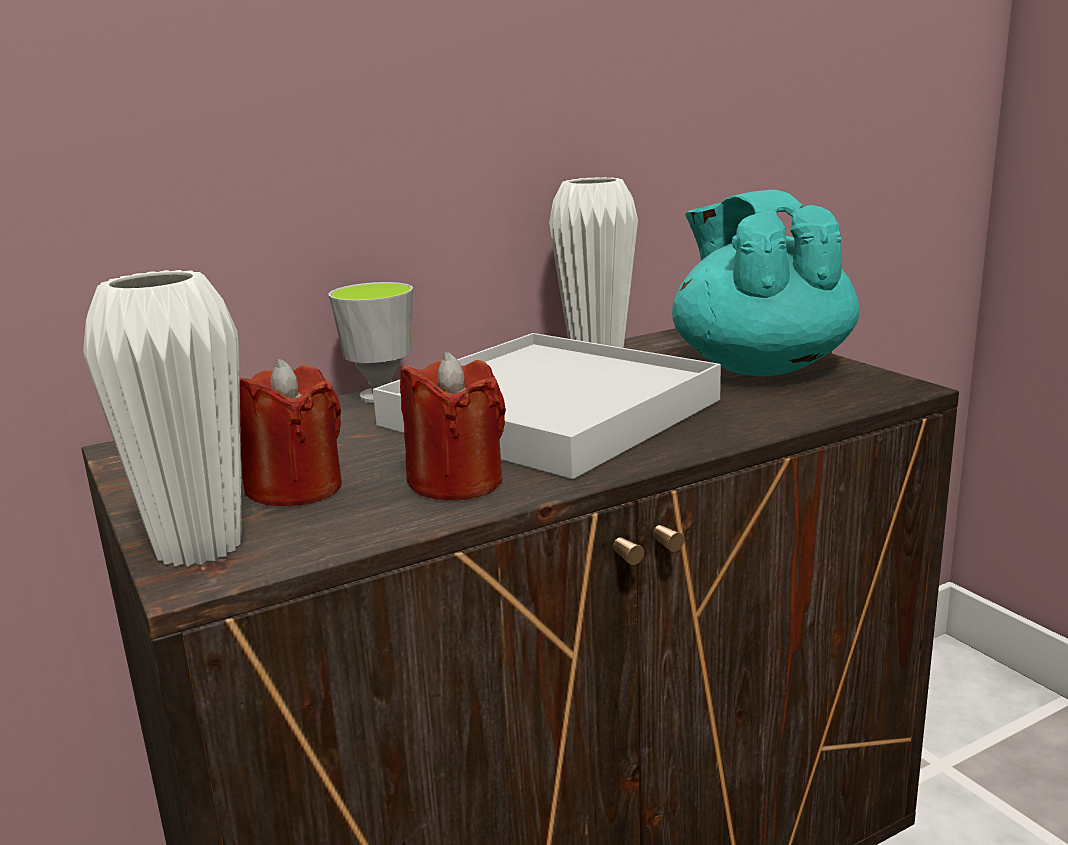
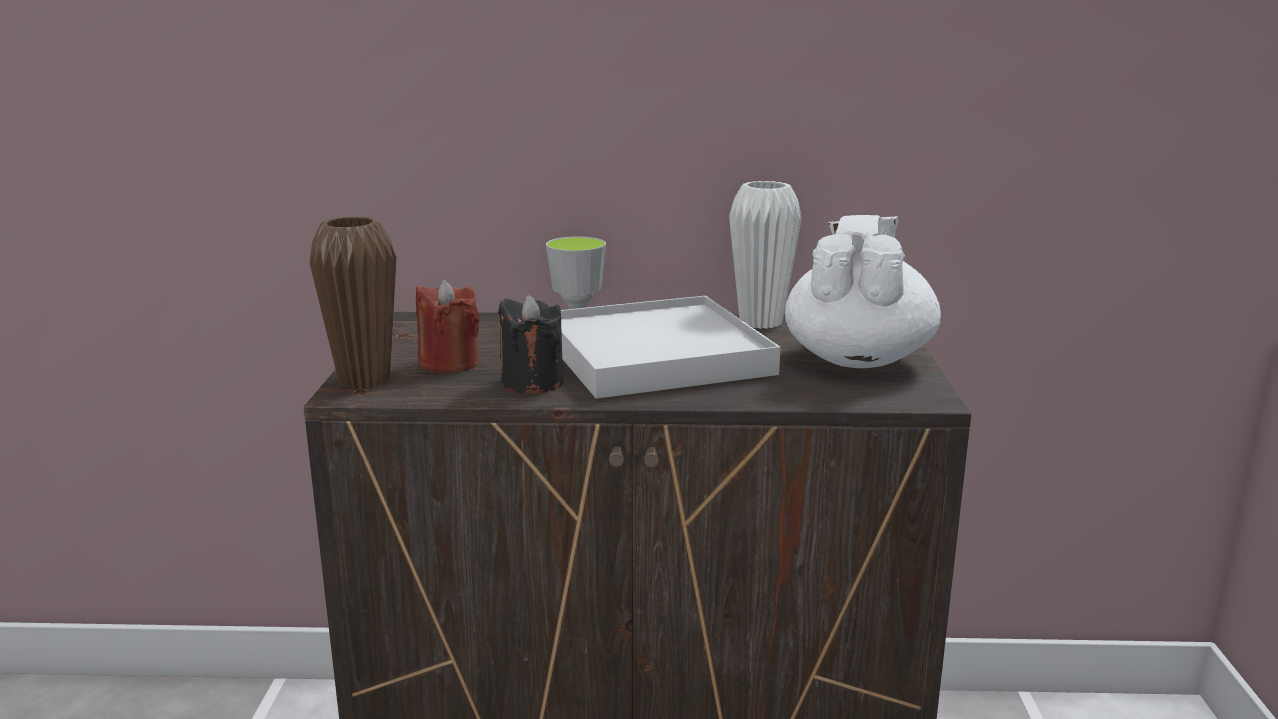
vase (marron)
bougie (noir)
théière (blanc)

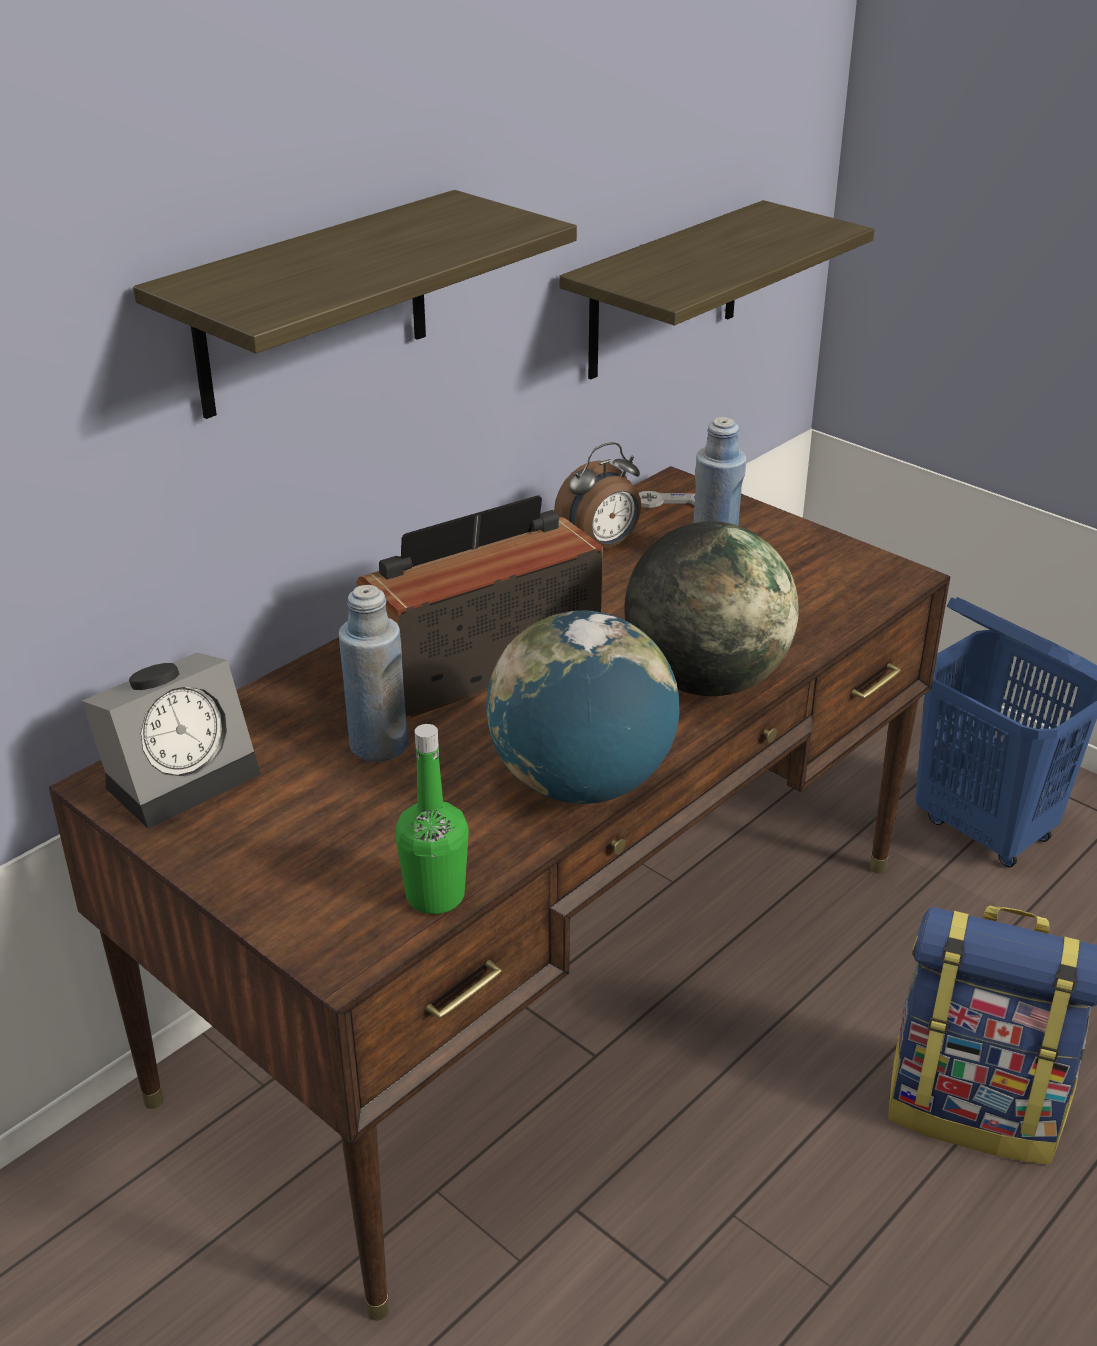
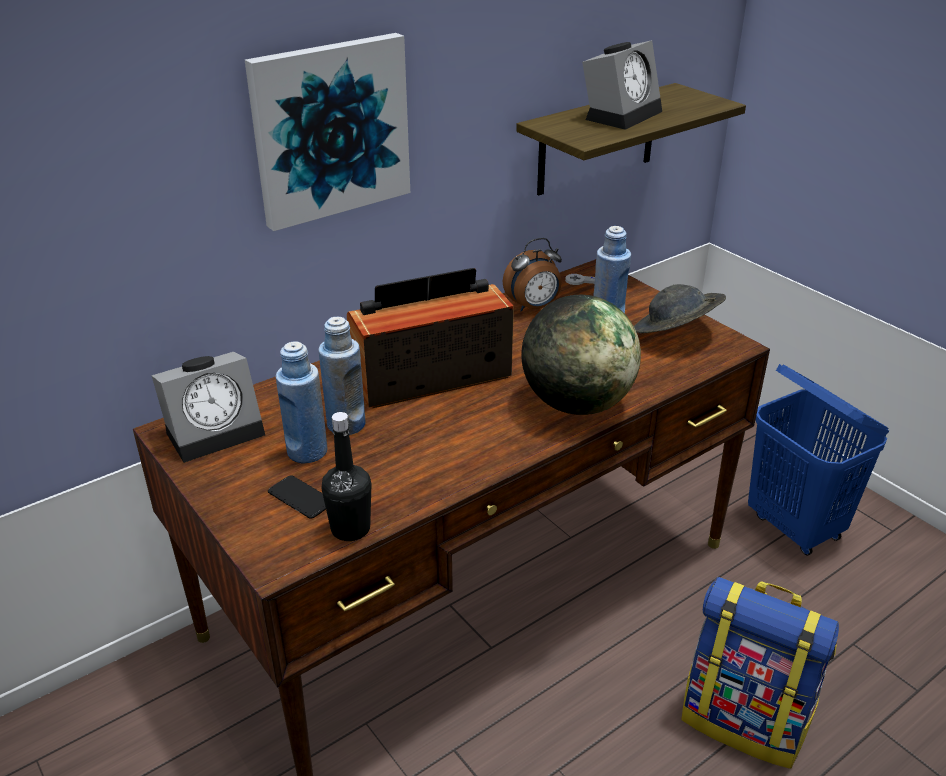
tableau
téléphone
bouteille (bleu) (1st from left)
bouteille (noir)
réveil (3rd from left)
chapeau (gris)
globe (1st from left in the first image)

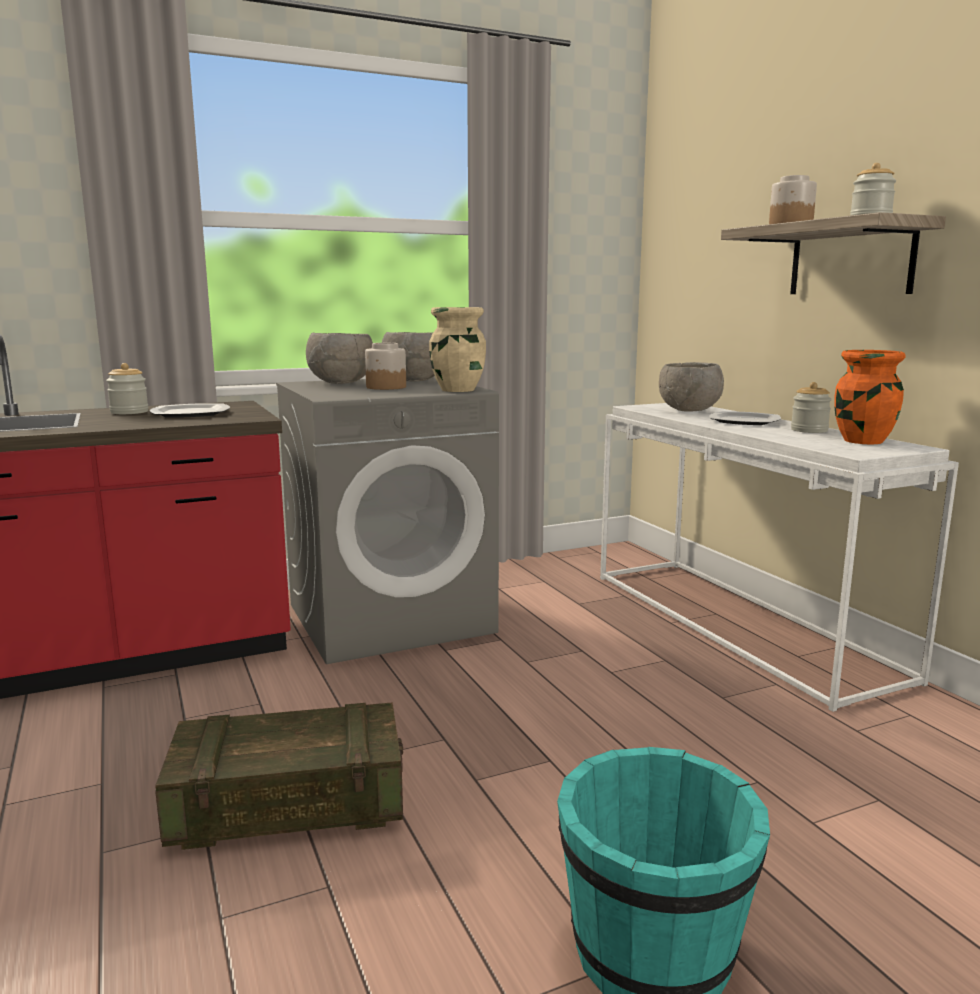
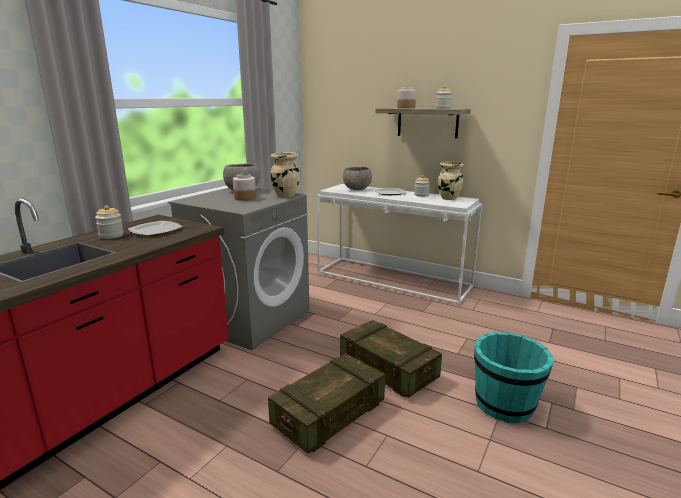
caisse (2nd from left)
vase (beige) (2nd from left)
bol (gris) (1st from left in the first image)

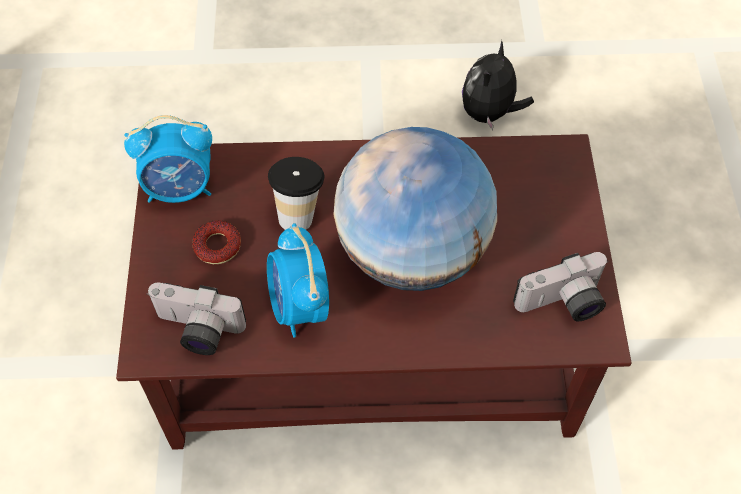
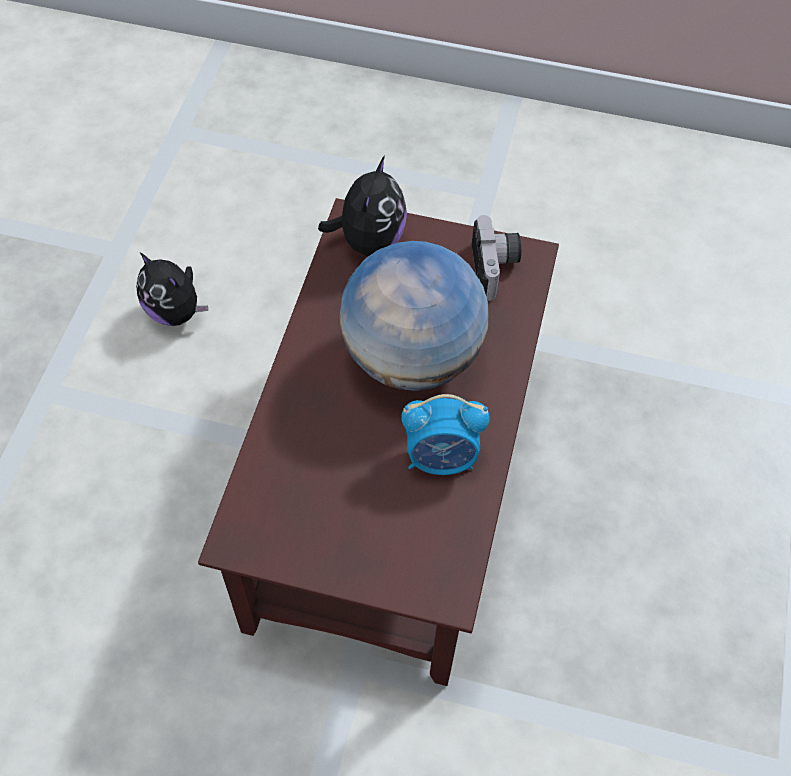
peluche (2nd from left)
réveil (1st from left in the first image)
appareil photo (1st from left in the first image)
beignet
tasse

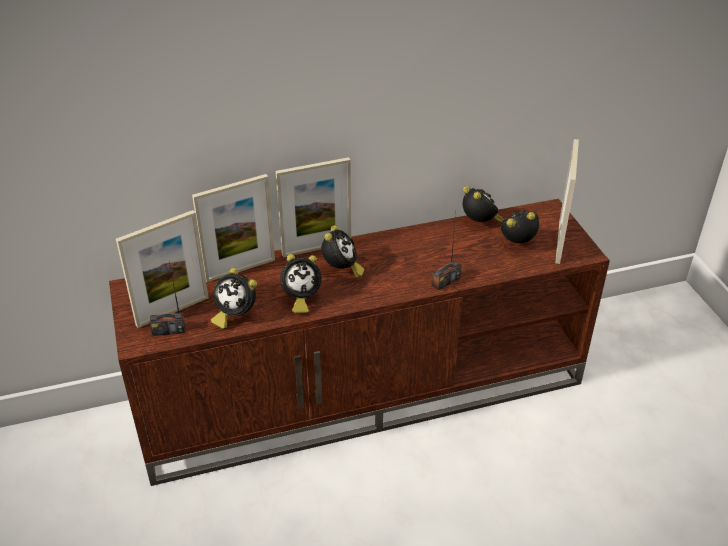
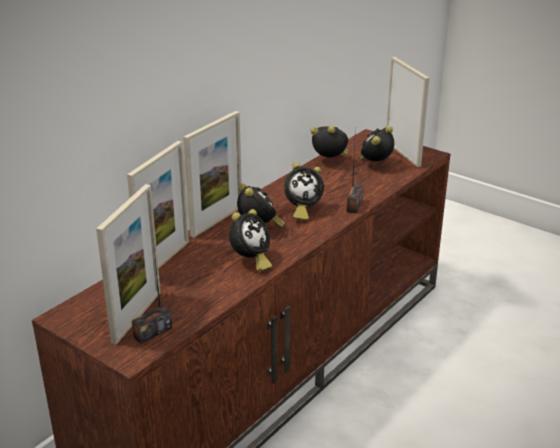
réveil (3rd from left)

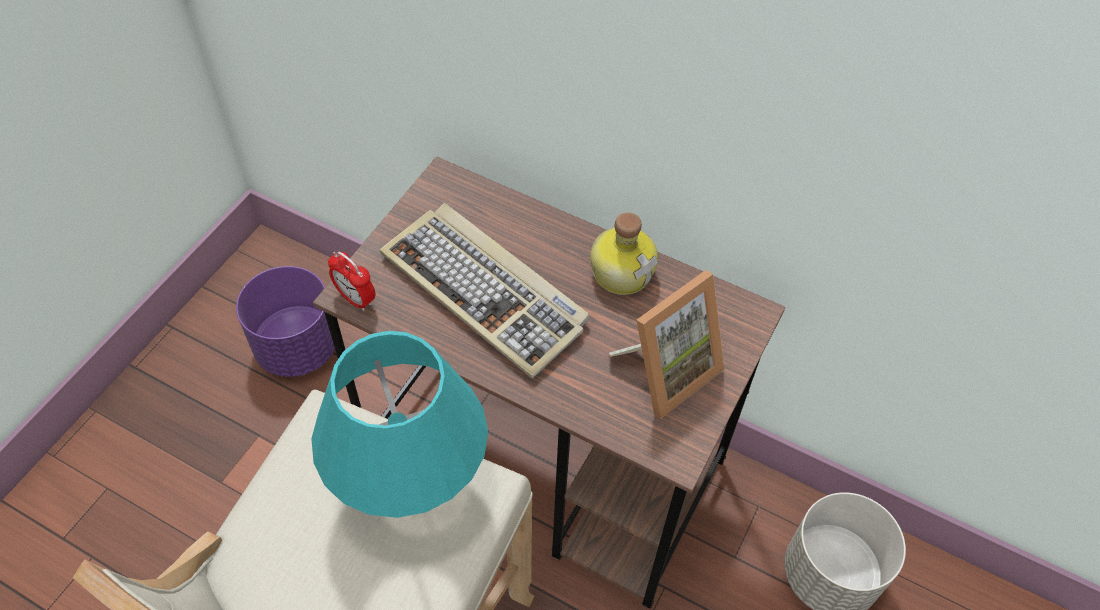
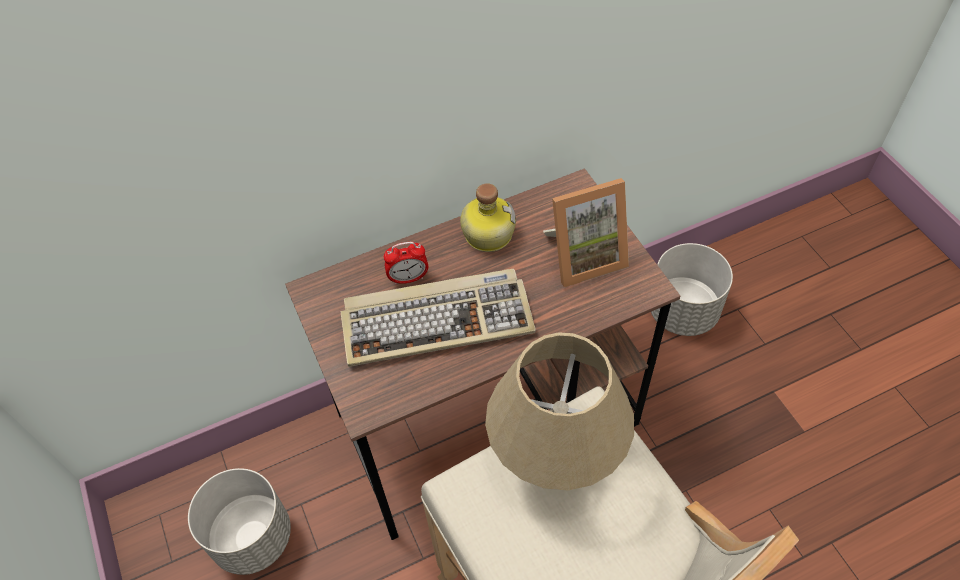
cache-pot (gris) (1st from left)
réveil
lampe de table (beige)
cadre photo

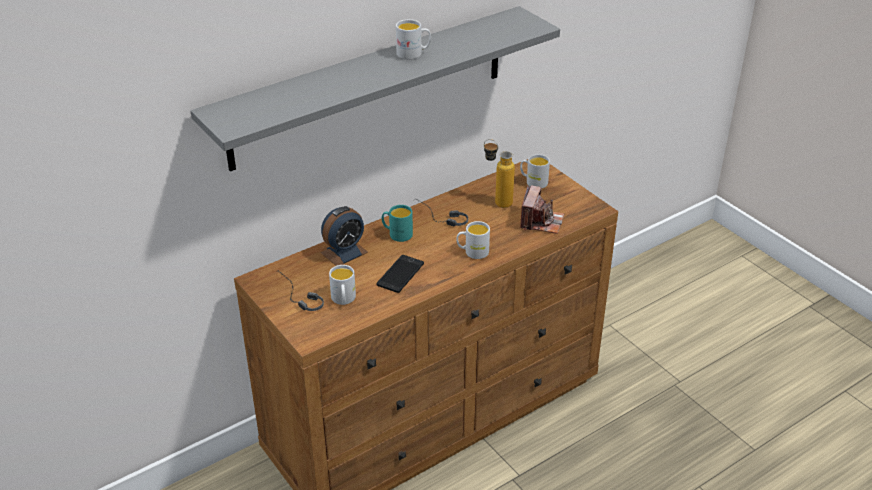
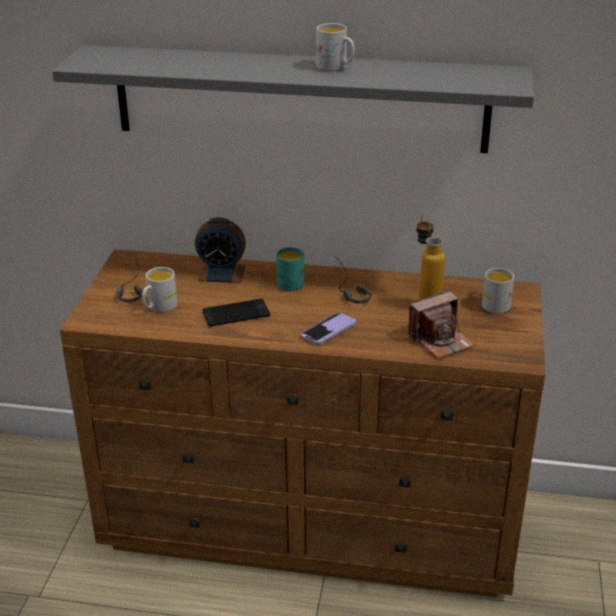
téléphone (2nd from left)

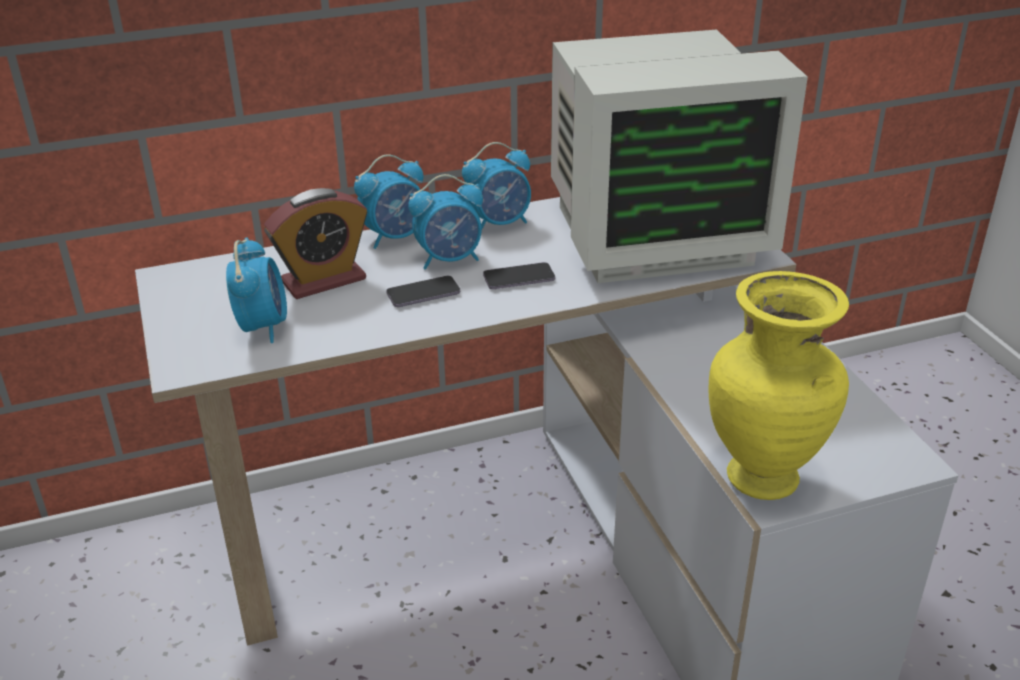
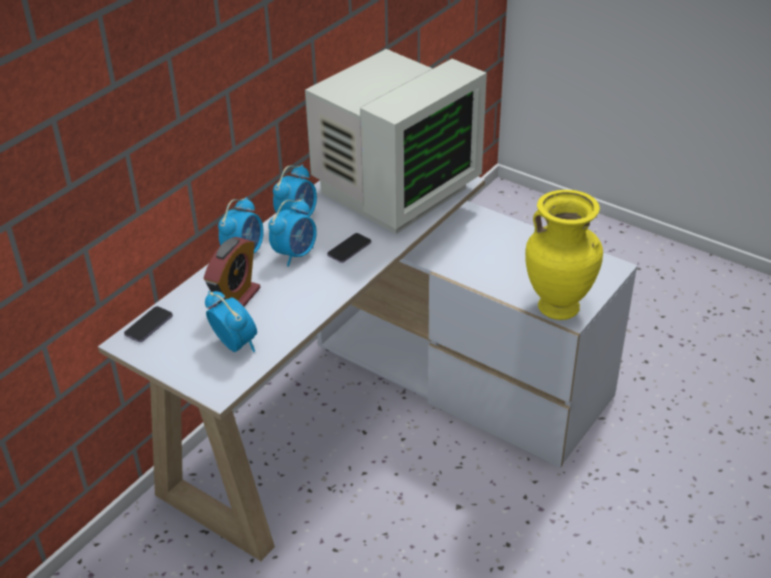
téléphone (1st from left)

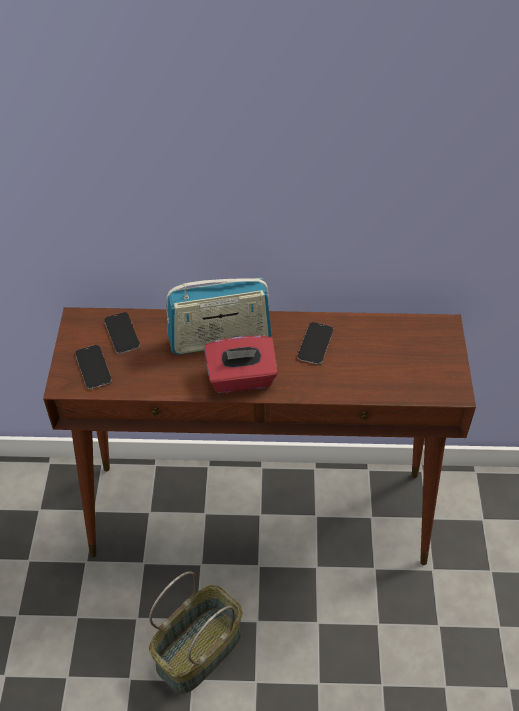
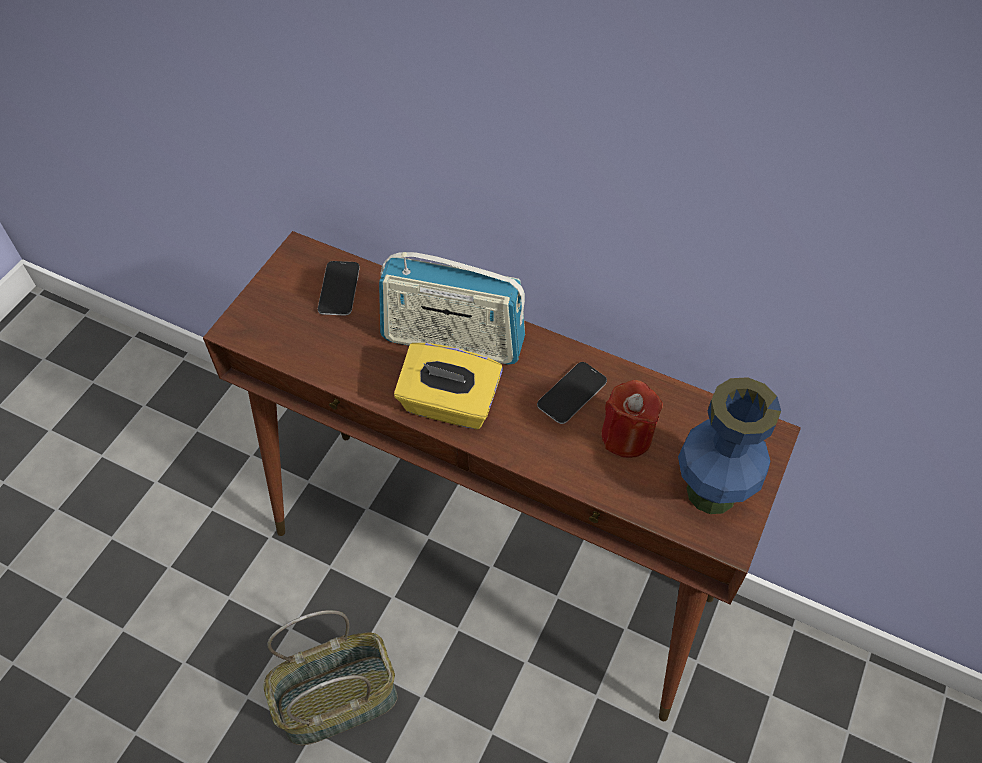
boîte à mouchoirs (jaune)
bougie (rouge)
vase (bleu)
téléphone (1st from left in the first image)

